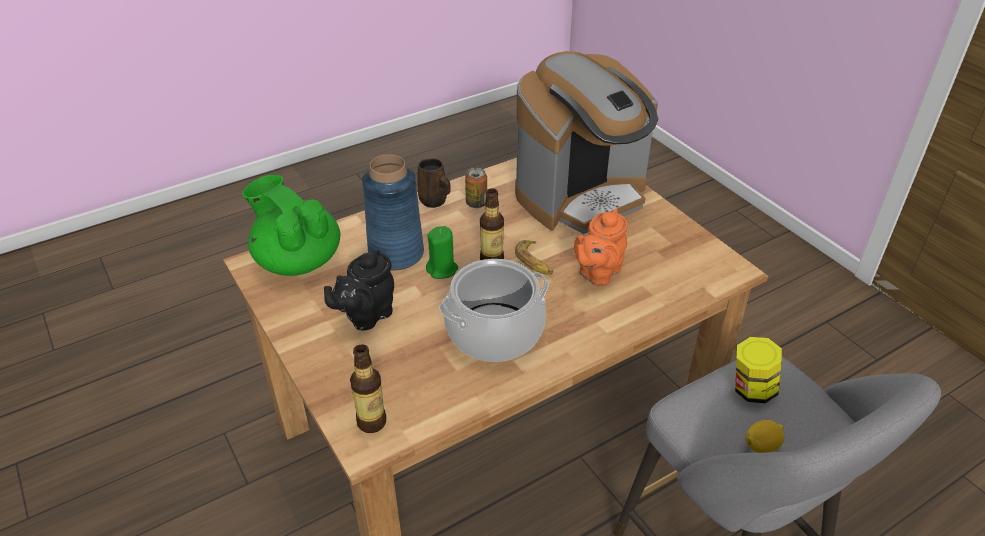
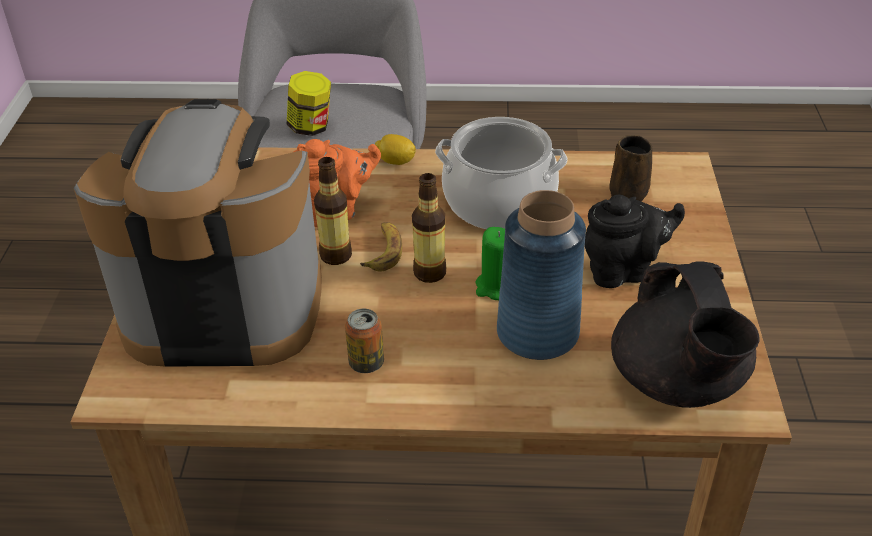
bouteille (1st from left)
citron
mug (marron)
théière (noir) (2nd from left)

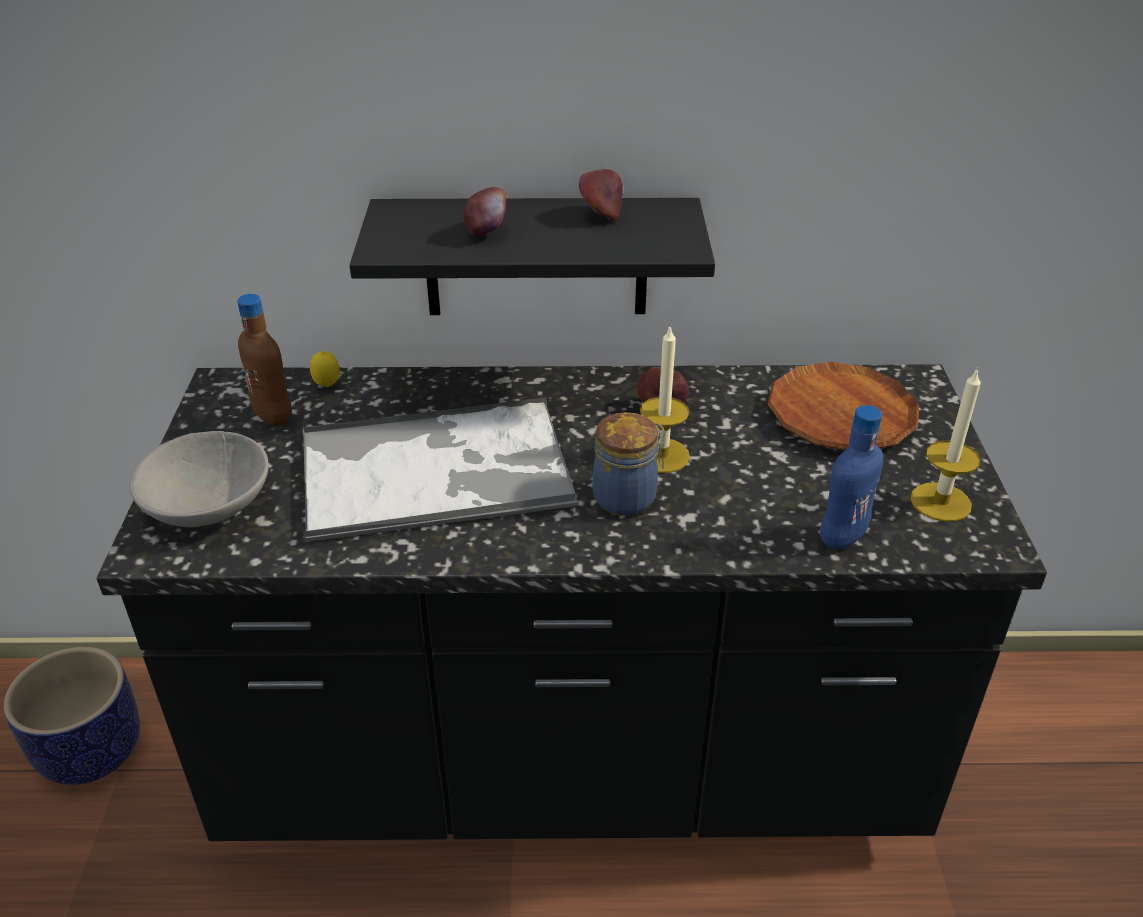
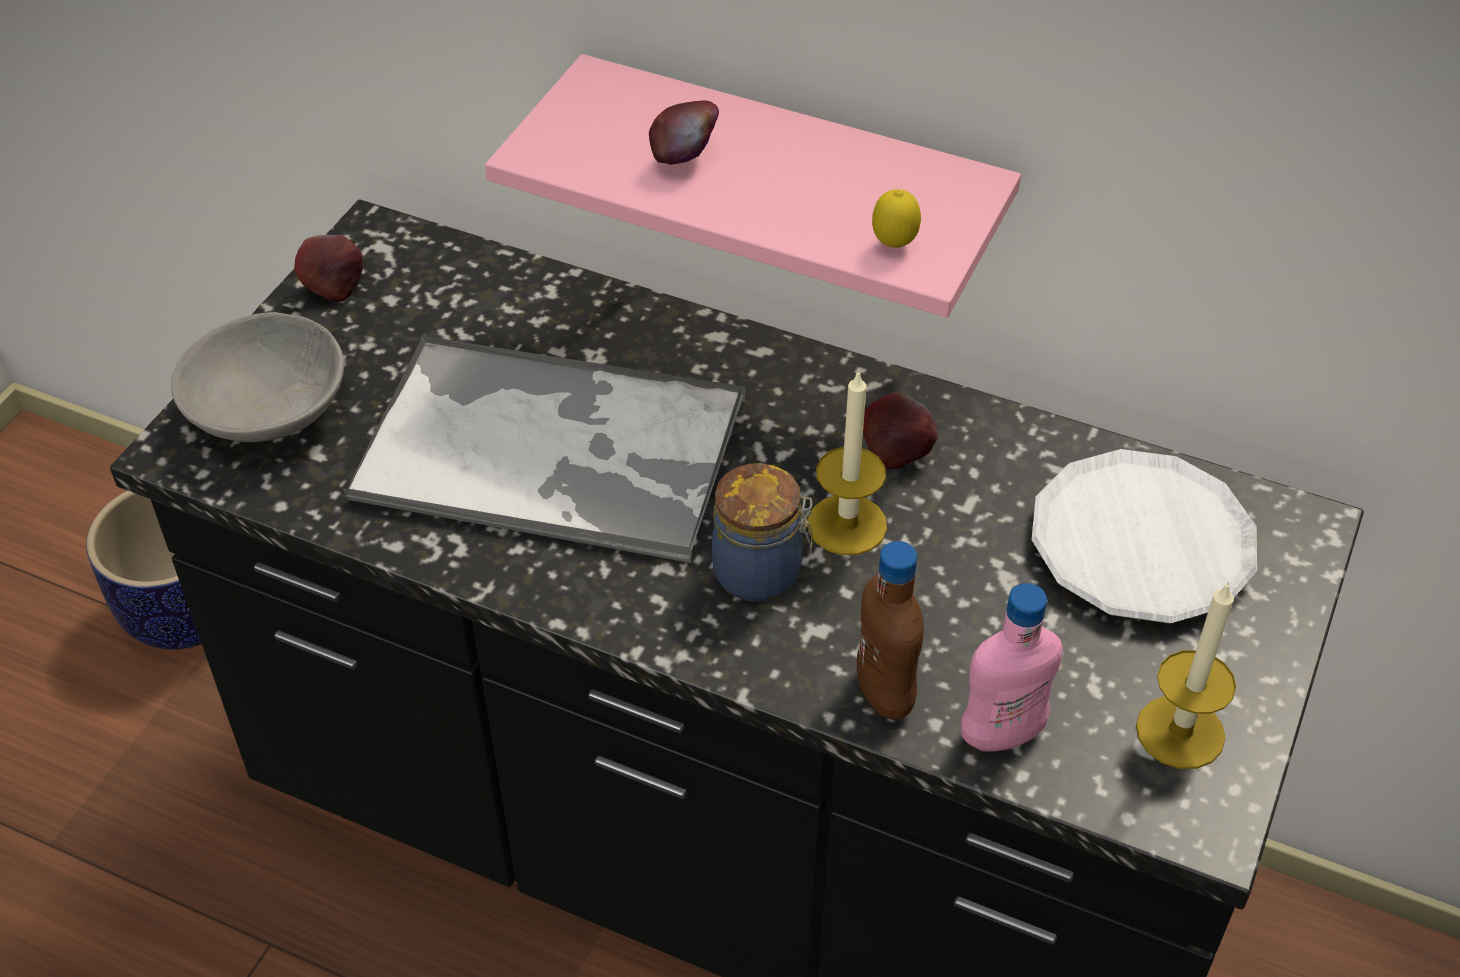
pomme (1st from left)
étagère (rose)
bouteille (marron)
citron
bouteille (rose)
assiette (blanc)

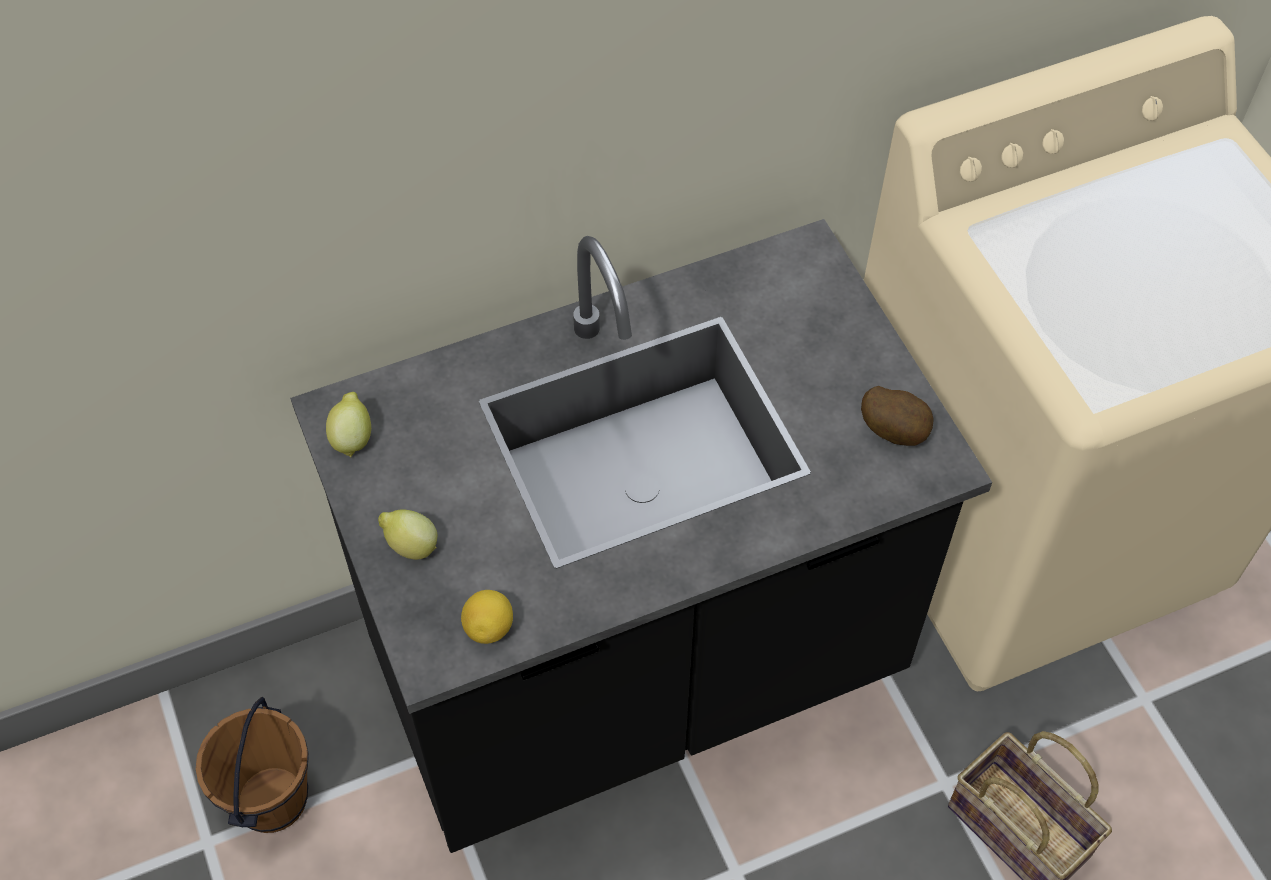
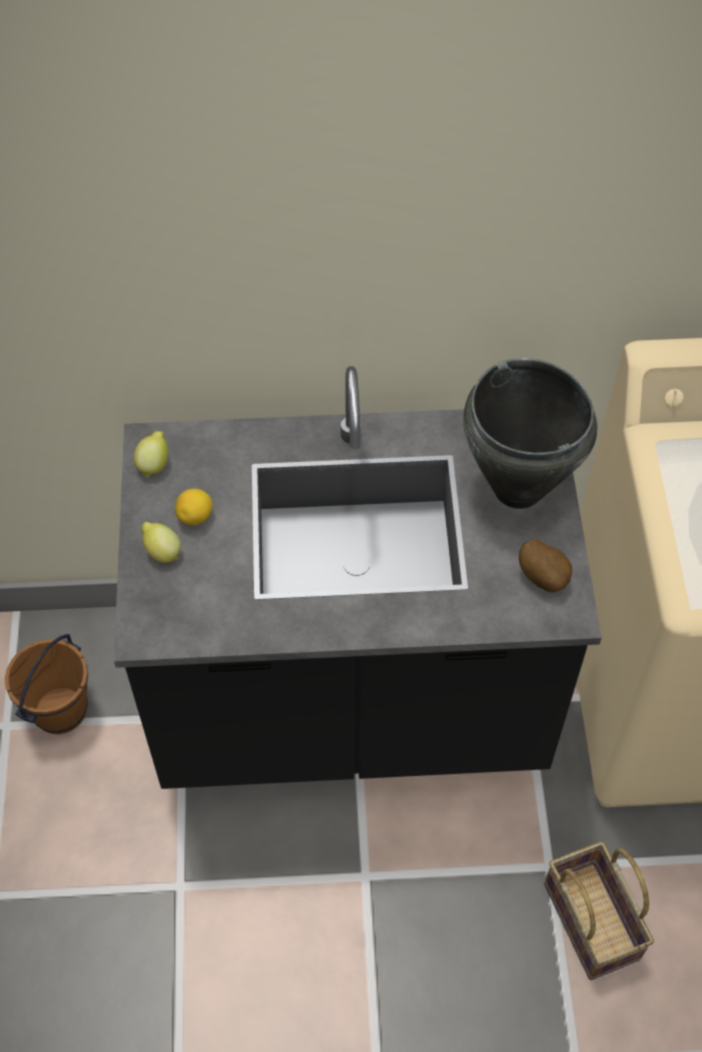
citron (3rd from left)
marmite (noir)

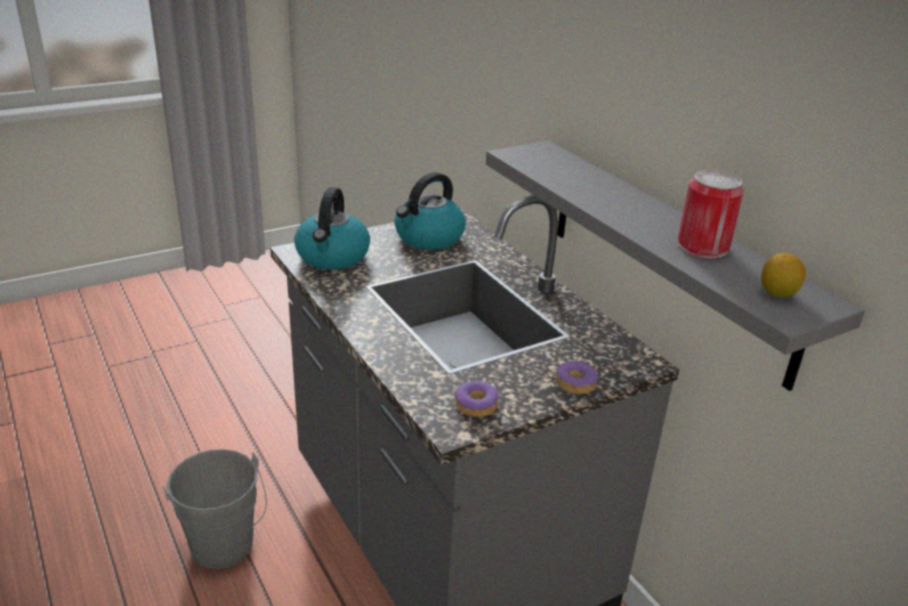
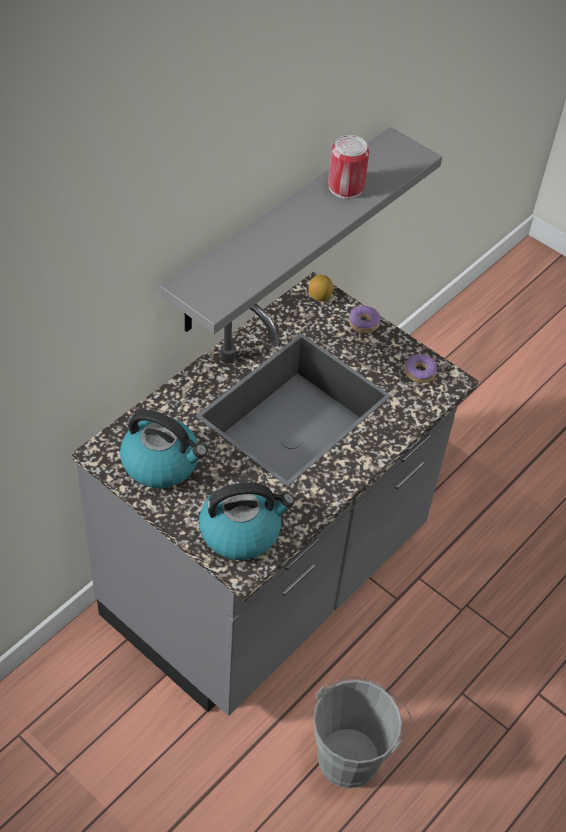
citron

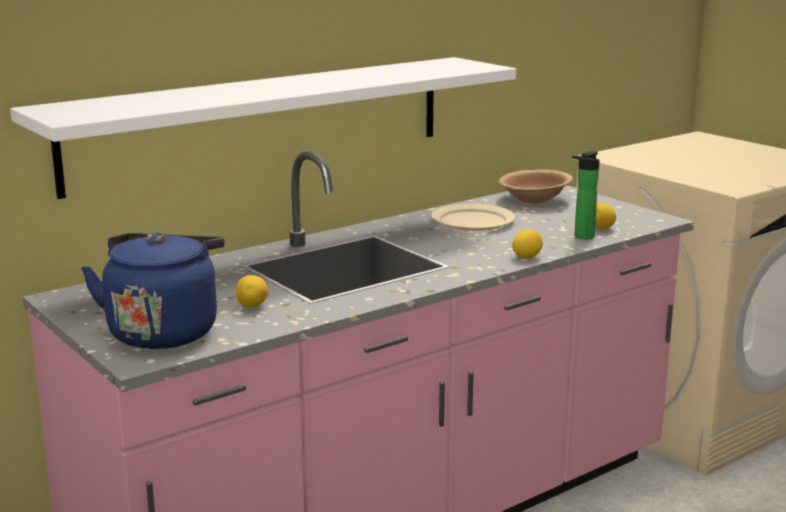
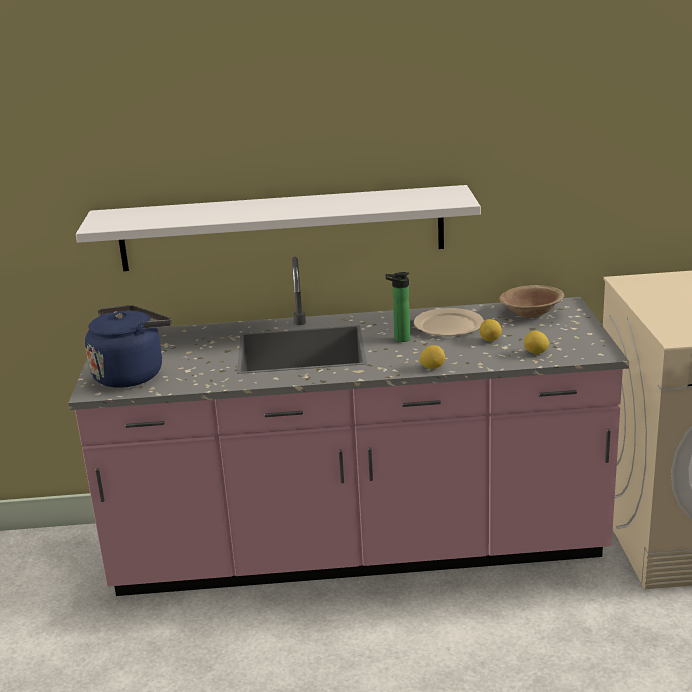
bouteille
citron (2nd from left)

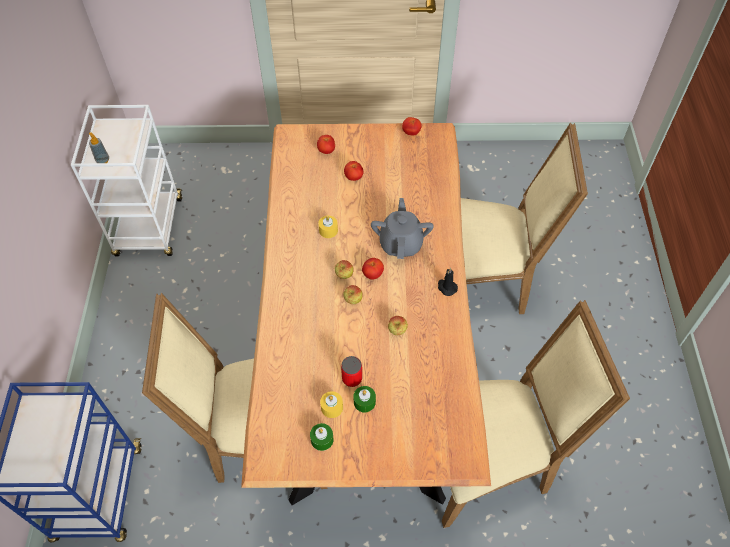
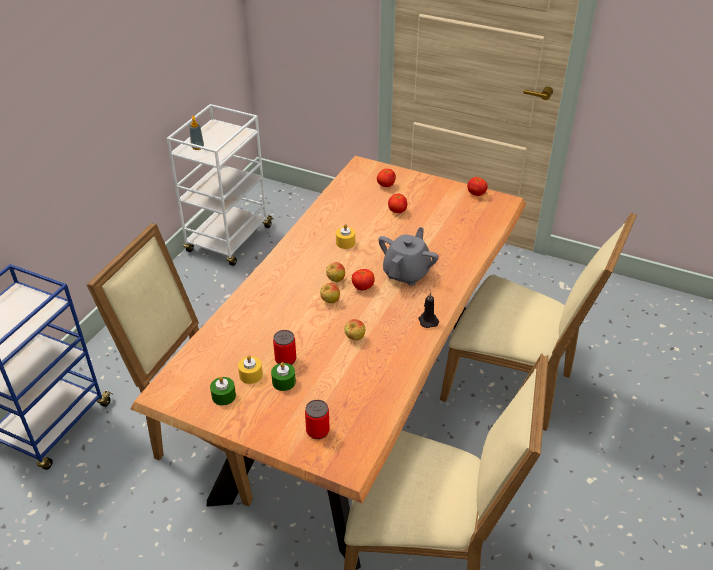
boîte métallique (2nd from left)

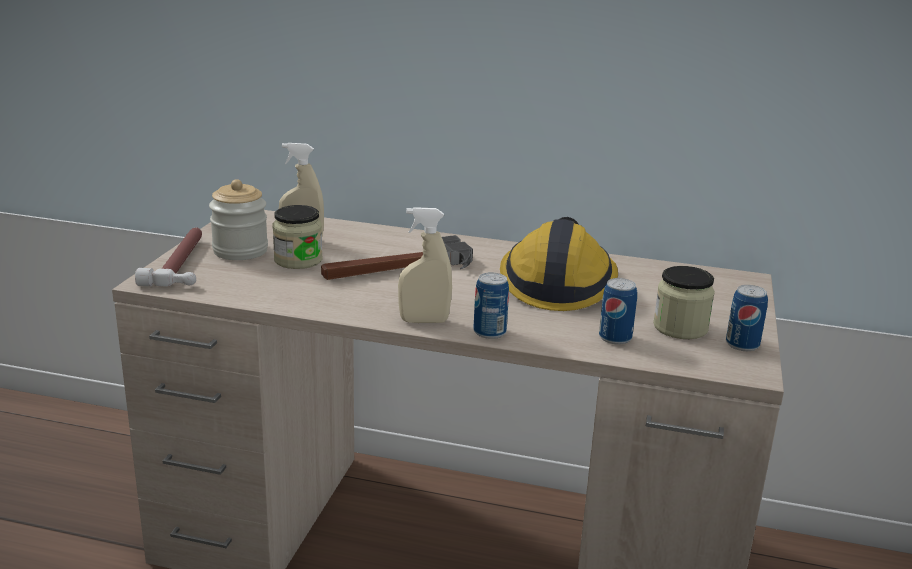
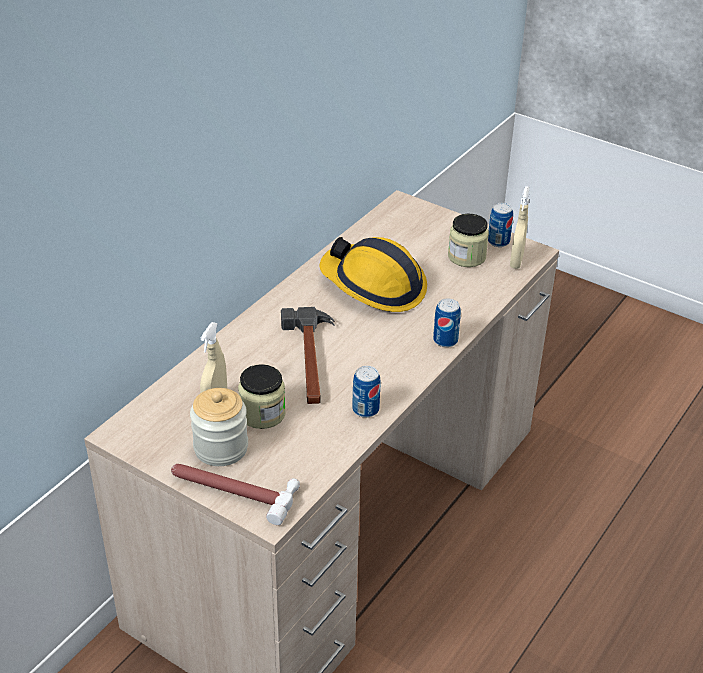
boîte métallique (1st from left)
vaporisateur (beige) (2nd from left)

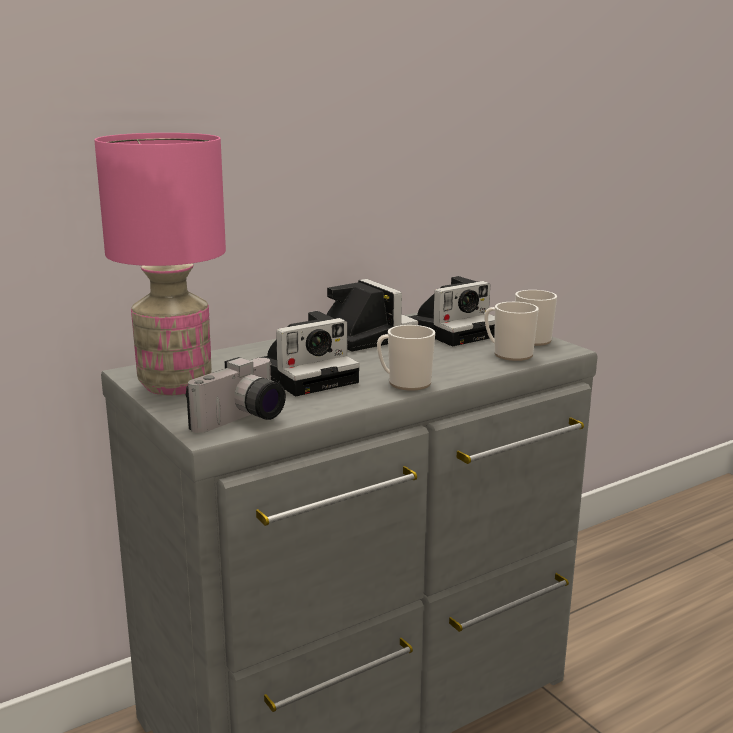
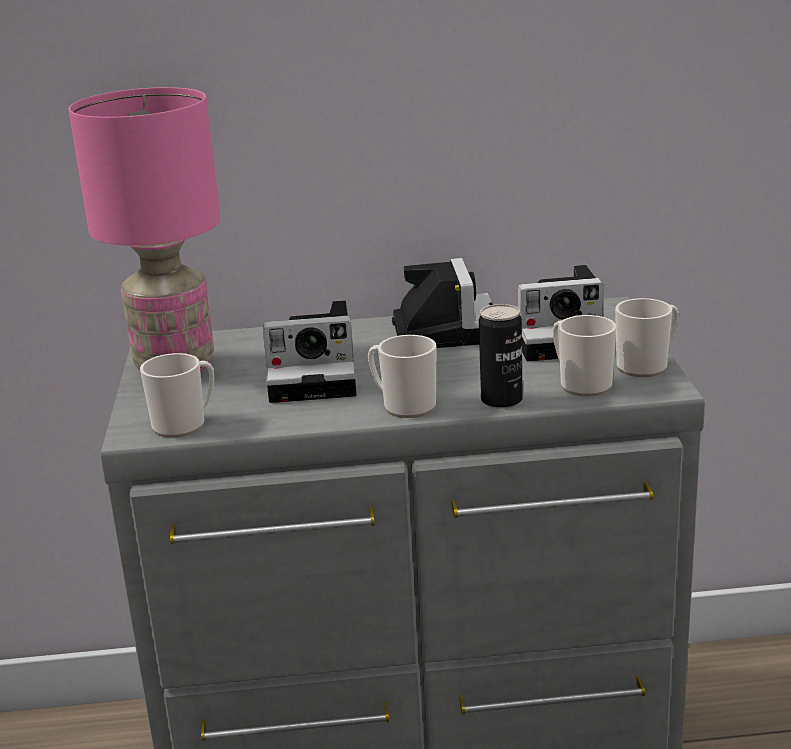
mug (1st from left)
boîte métallique

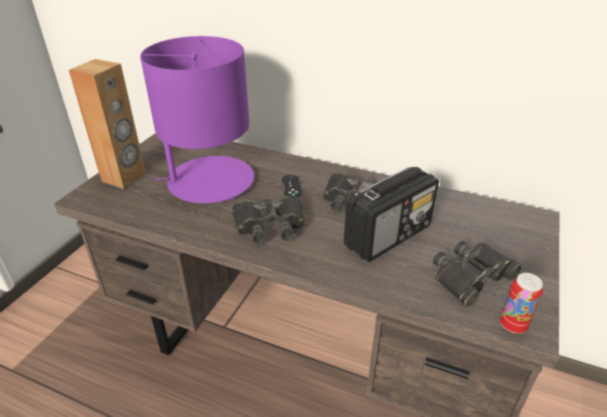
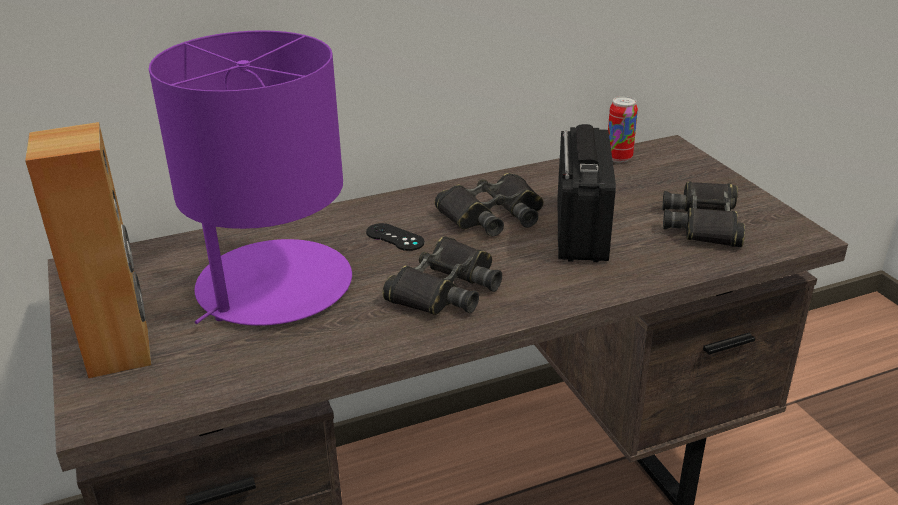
boîte métallique

